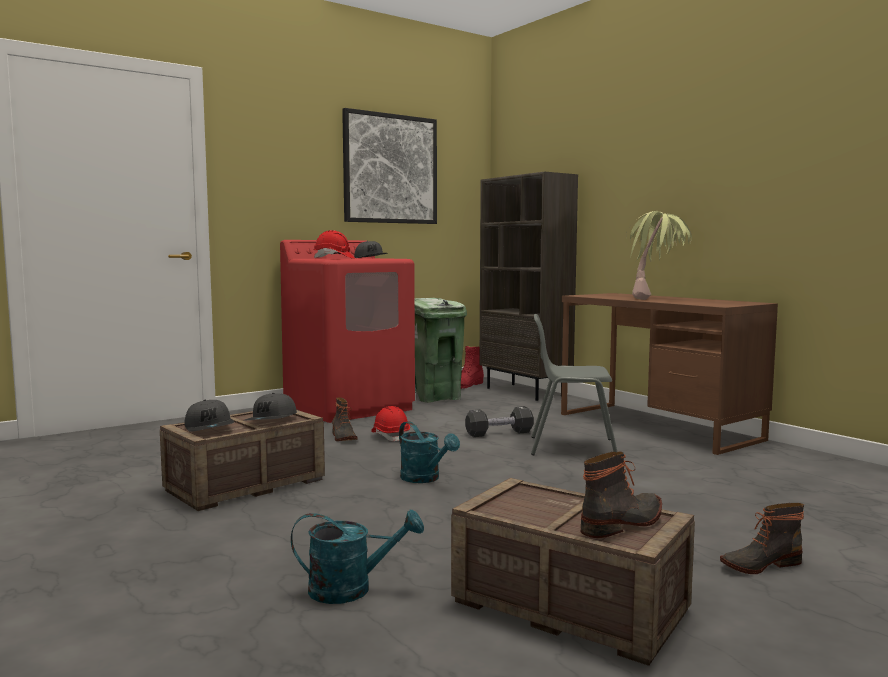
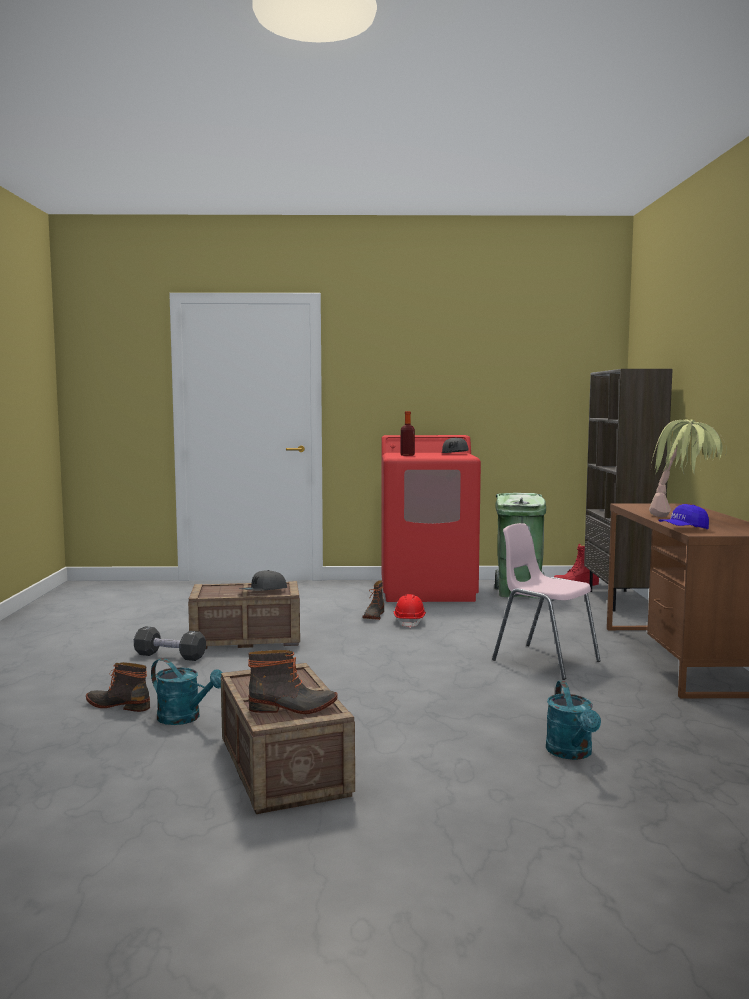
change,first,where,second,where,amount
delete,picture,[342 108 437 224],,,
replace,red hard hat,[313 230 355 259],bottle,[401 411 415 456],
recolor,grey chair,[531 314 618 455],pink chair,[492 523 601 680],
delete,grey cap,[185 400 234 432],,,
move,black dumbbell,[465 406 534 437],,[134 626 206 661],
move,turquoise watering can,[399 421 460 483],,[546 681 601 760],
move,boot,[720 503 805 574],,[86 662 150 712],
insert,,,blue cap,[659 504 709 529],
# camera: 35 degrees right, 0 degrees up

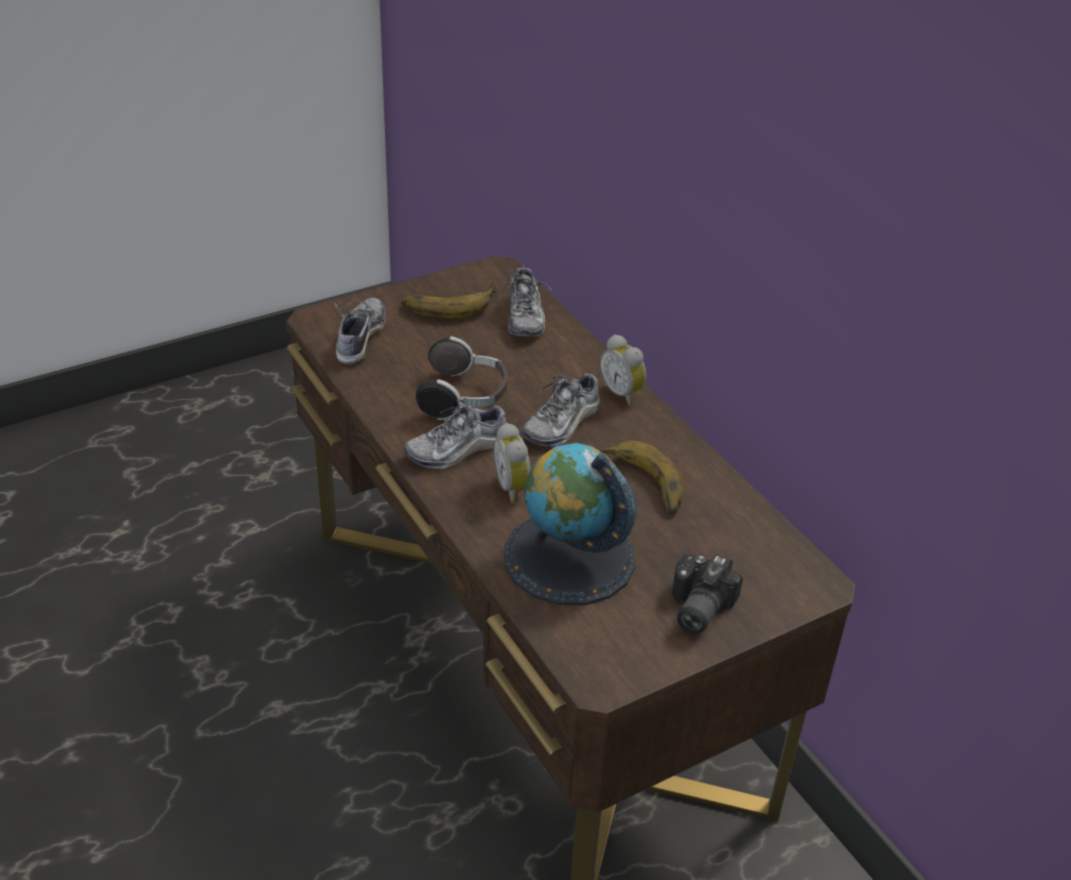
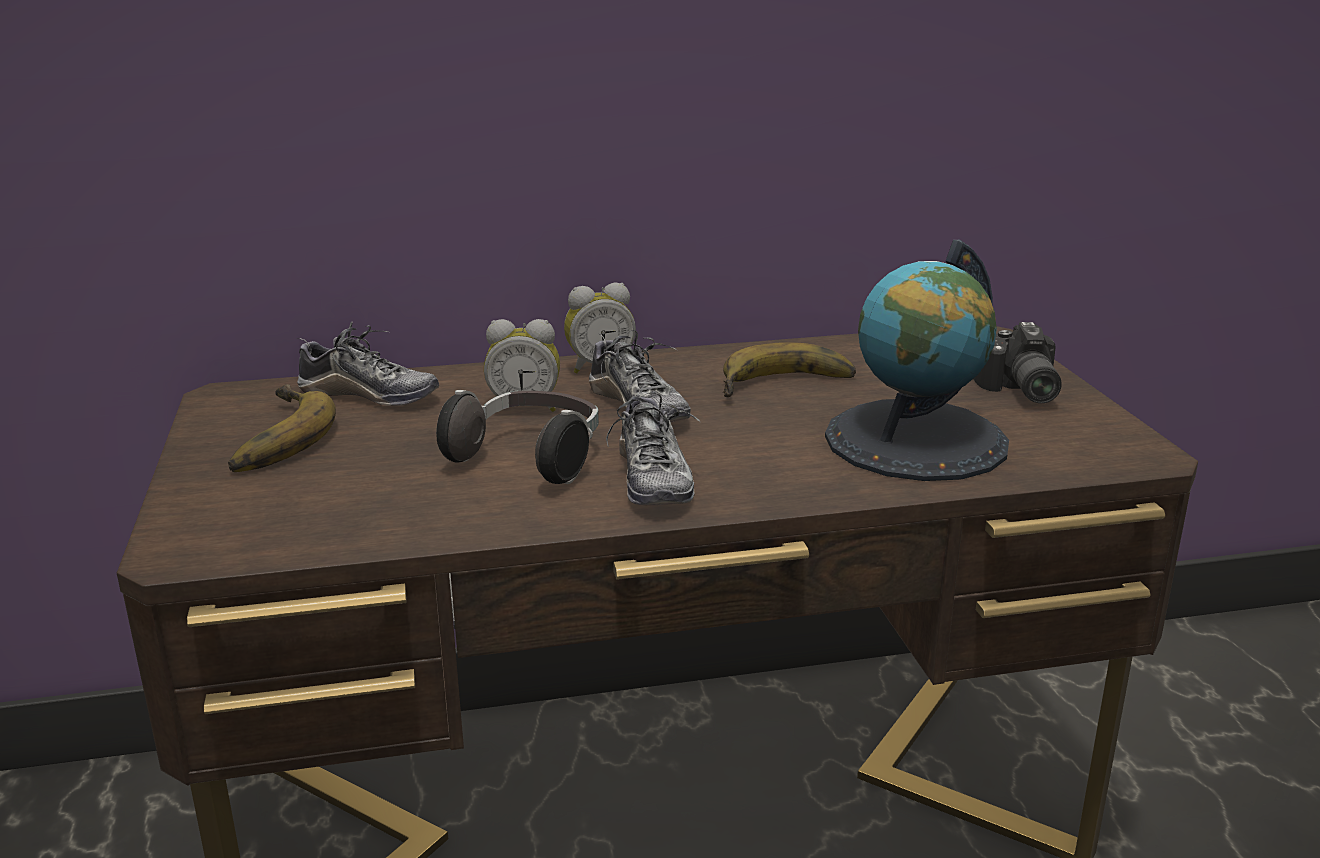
change,first,where,second,where,amount
delete,shoe,[334 298 386 364],,,
move,alarm clock,[493 423 531 503],,[484 319 560 412],
rotate,photo camera,[672 554 743 634],,[974 322 1062 403],45 degrees clockwise
# camera: 70 degrees left, 15 degrees down

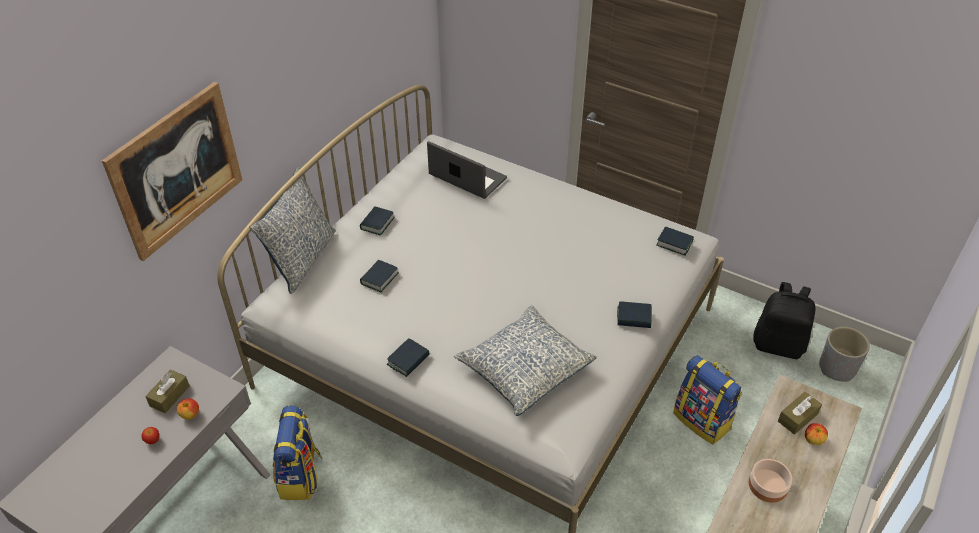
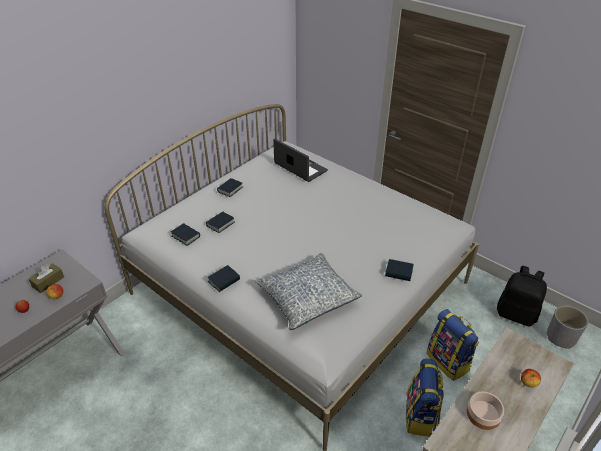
change,first,where,second,where,amount
delete,picture,[102 82 242 261],,,
delete,pillow,[249 167 336 294],,,
move,book,[657 226 694 256],,[171 223 200 246],
delete,brown tissue box,[778 392 822 434],,,
move,backpack,[273 405 322 500],,[406 358 444 436],
# camera: 10 degrees right, 5 degrees down

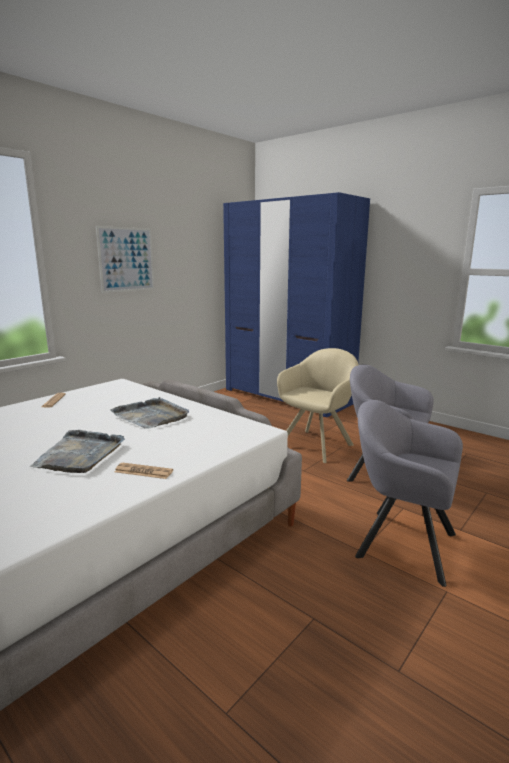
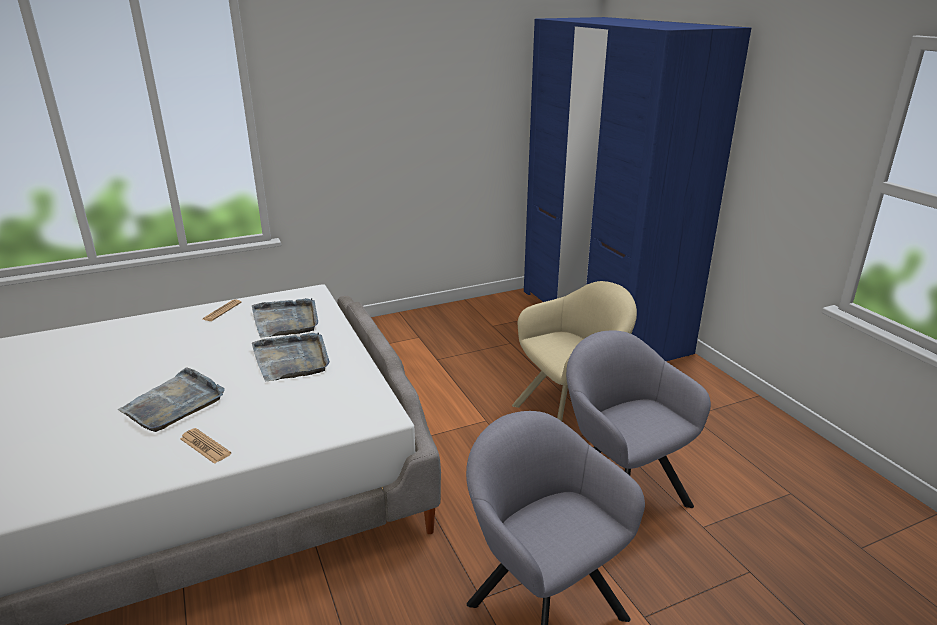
change,first,where,second,where,amount
delete,picture,[96 226 154 293],,,
insert,,,grey tray,[252 298 319 337],
# camera: 25 degrees right, 10 degrees up

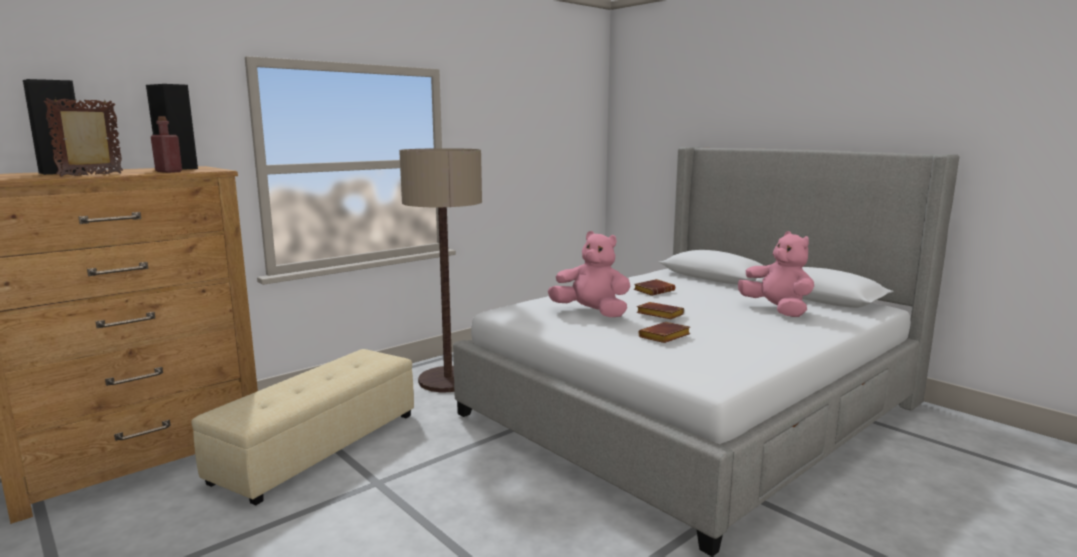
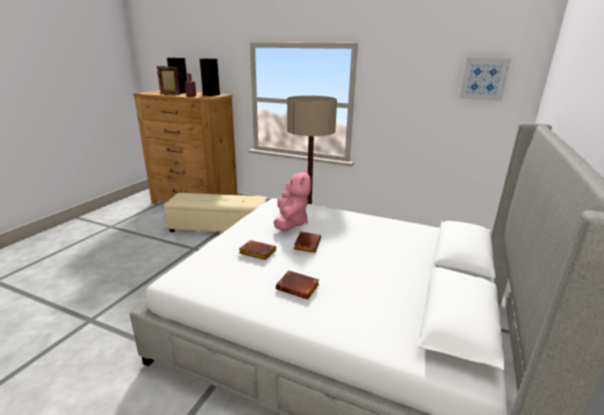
change,first,where,second,where,amount
delete,pink plush toy,[738 231 814 317],,,
move,brown book,[634 279 675 296],,[276 270 319 300],
insert,,,picture,[459 58 511 101],
# camera: 65 degrees right, 10 degrees up

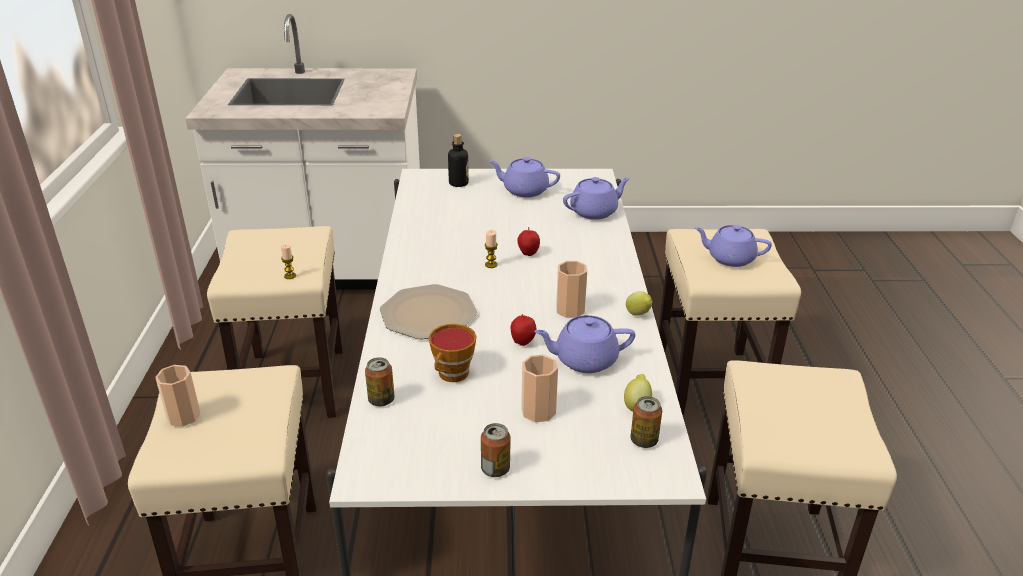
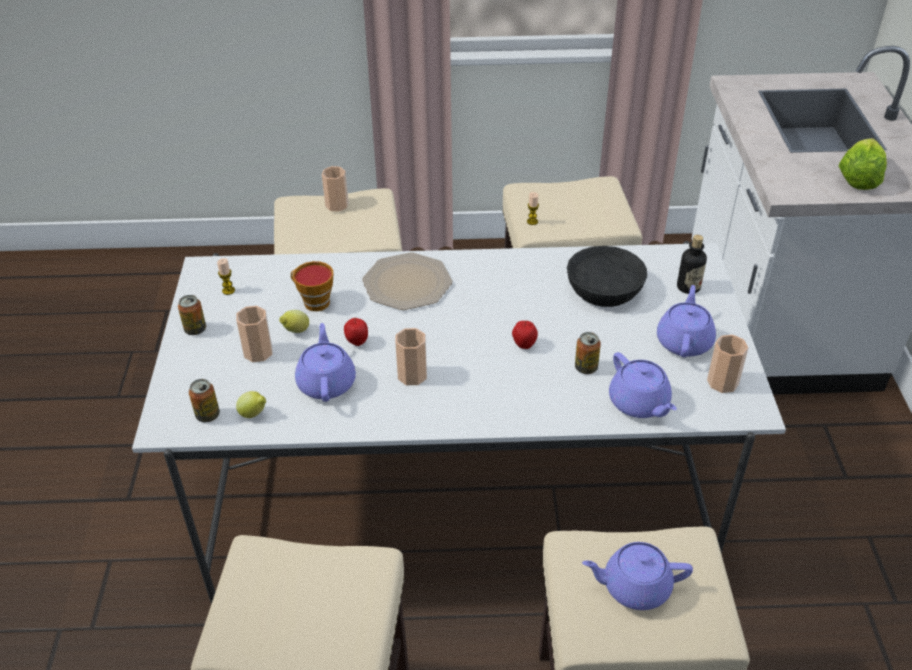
change,first,where,second,where,amount
rotate,purple teapot,[695 225 772 267],,[582 542 693 610],105 degrees counterclockwise
move,candle,[485 230 498 268],,[217 258 235 295],
move,lemon,[626 291 652 316],,[279 310 309 333],
move,can,[365 357 395 407],,[575 332 601 374],
insert,,,lettuce,[839 138 887 190],
insert,,,black bowl,[567 246 647 307],
insert,,,cup,[707 335 748 393],
# camera: 90 degrees right, 10 degrees up

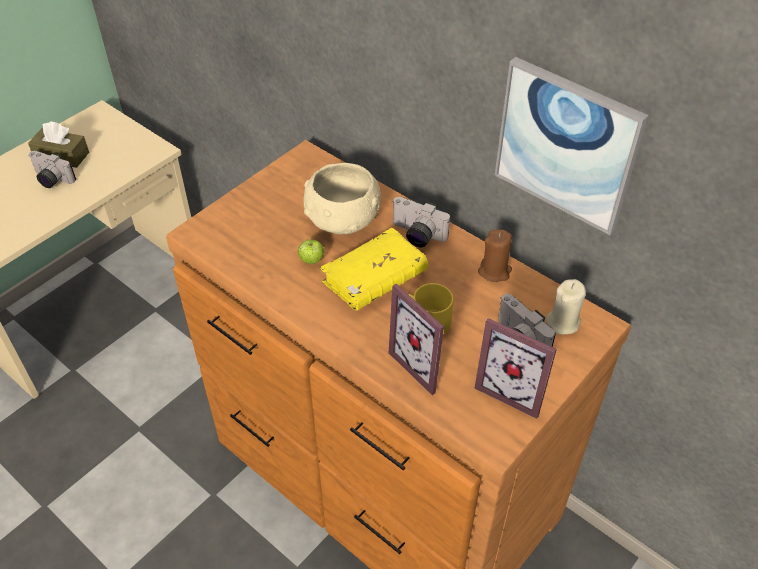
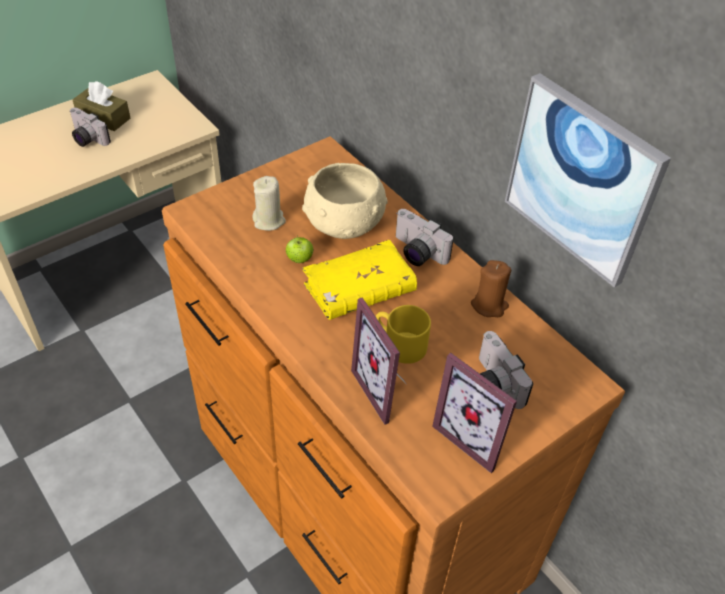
change,first,where,second,where,amount
move,beige candle,[546 279 586 334],,[253 176 286 231],
# camera: 10 degrees right, 0 degrees up

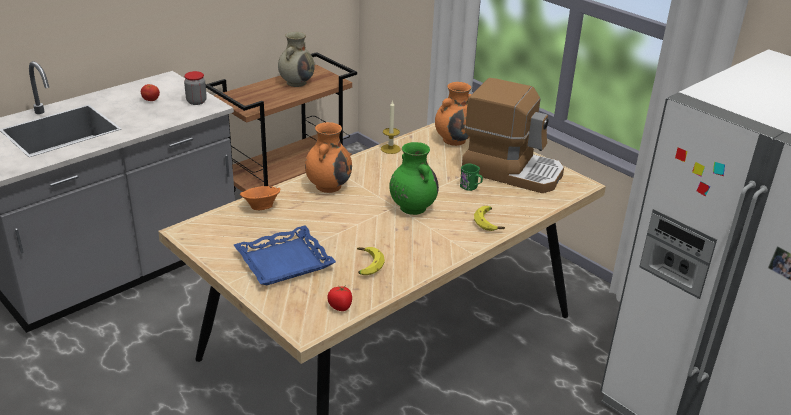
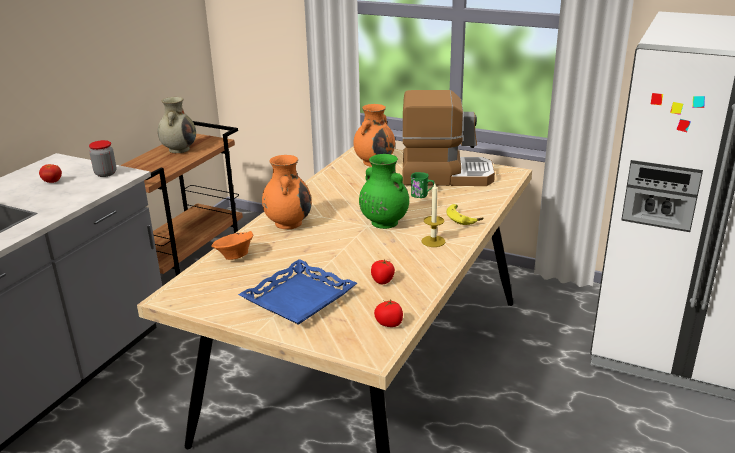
change,first,where,second,where,amount
move,candle,[381 100 401 154],,[422 183 445 247],
replace,banana,[357 247 385 275],tomato,[371 259 395 284],
# camera: 20 degrees left, 5 degrees down

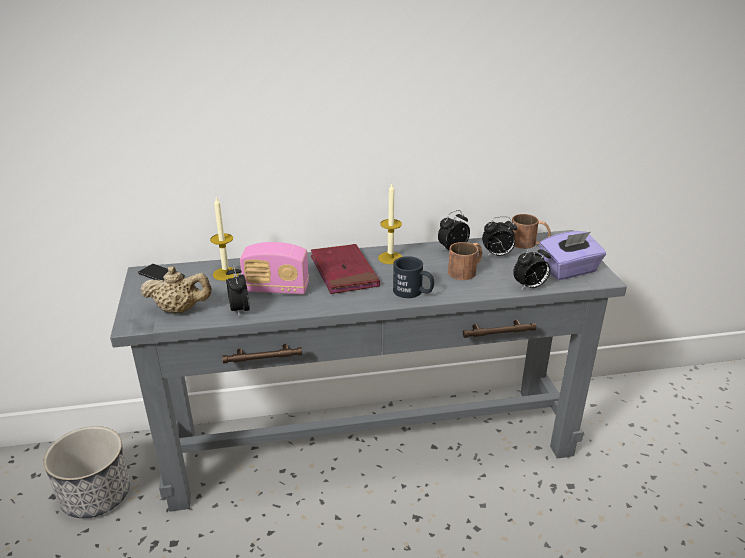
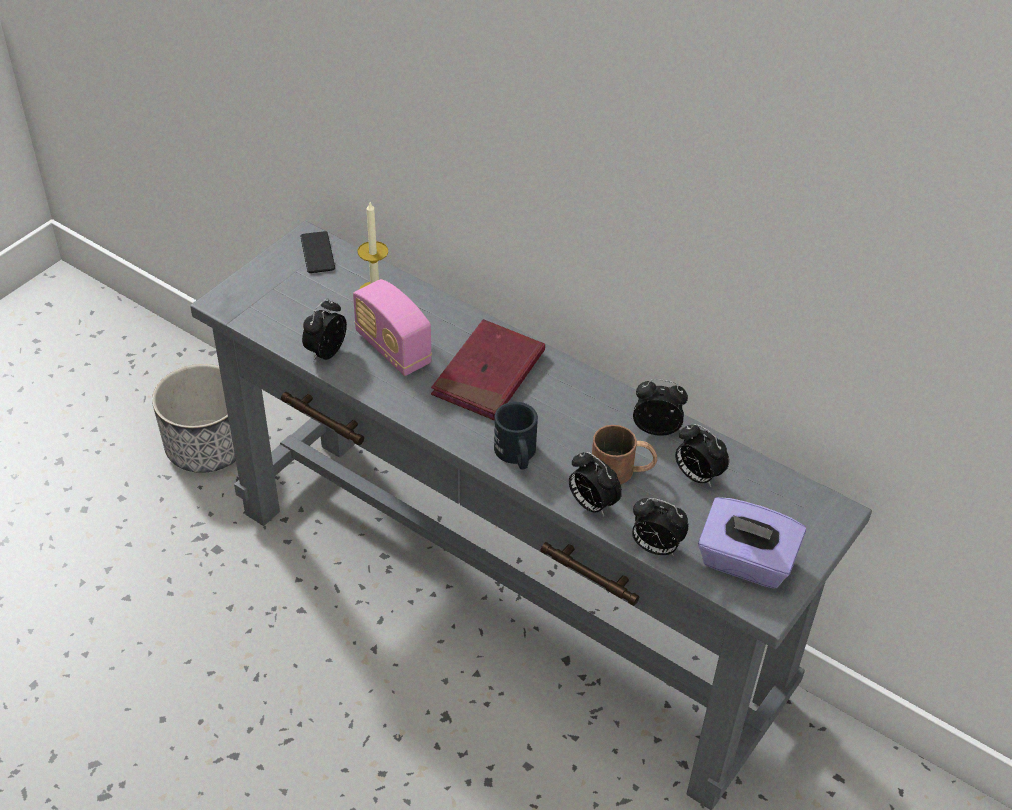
change,first,where,second,where,amount
delete,candle,[378 184 403 264],,,
delete,brown mug,[512 214 551 249],,,
delete,beige teapot,[140 266 212 314],,,
insert,,,alarm clock,[569 452 622 516],
# camera: 45 degrees right, 15 degrees up

